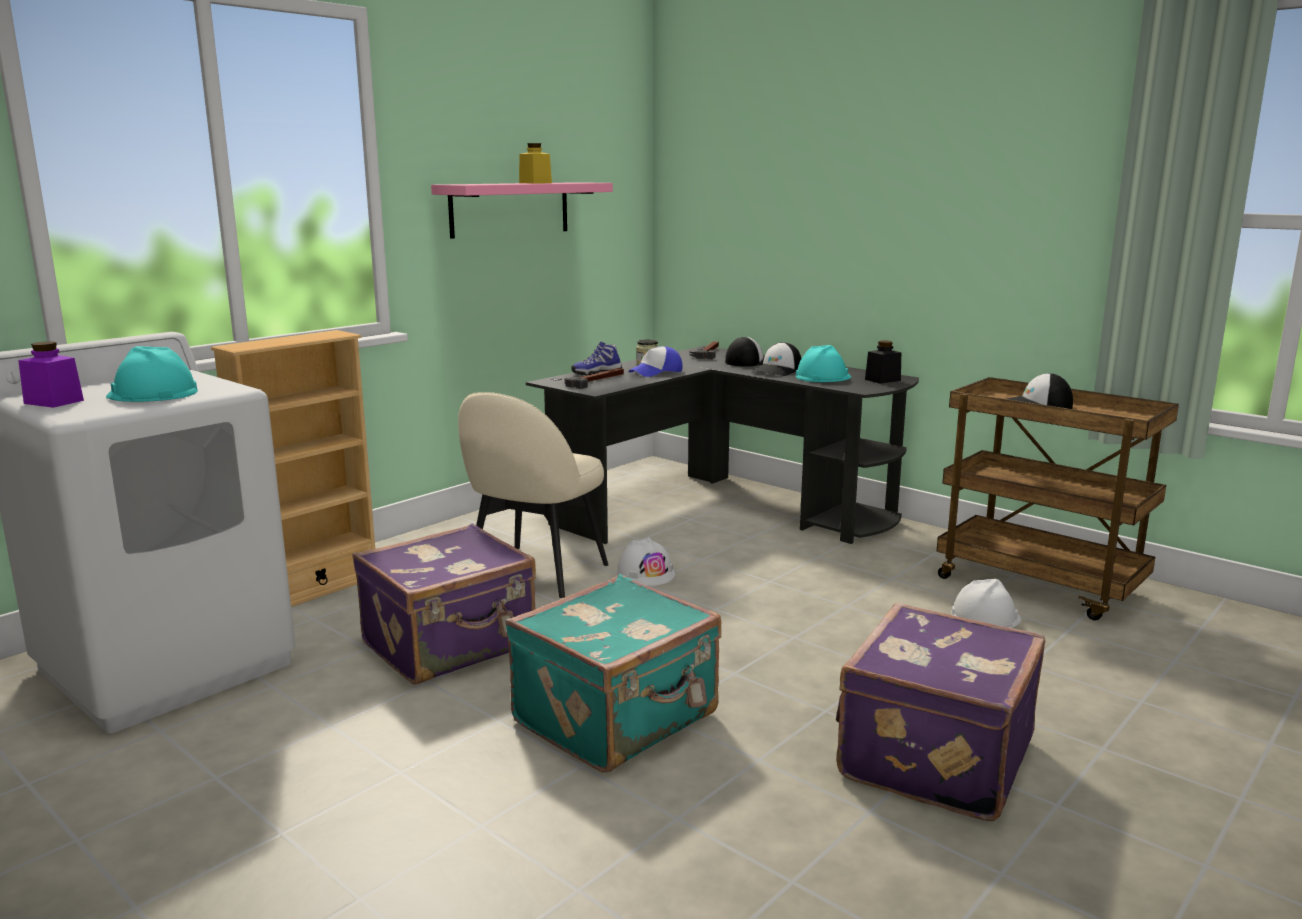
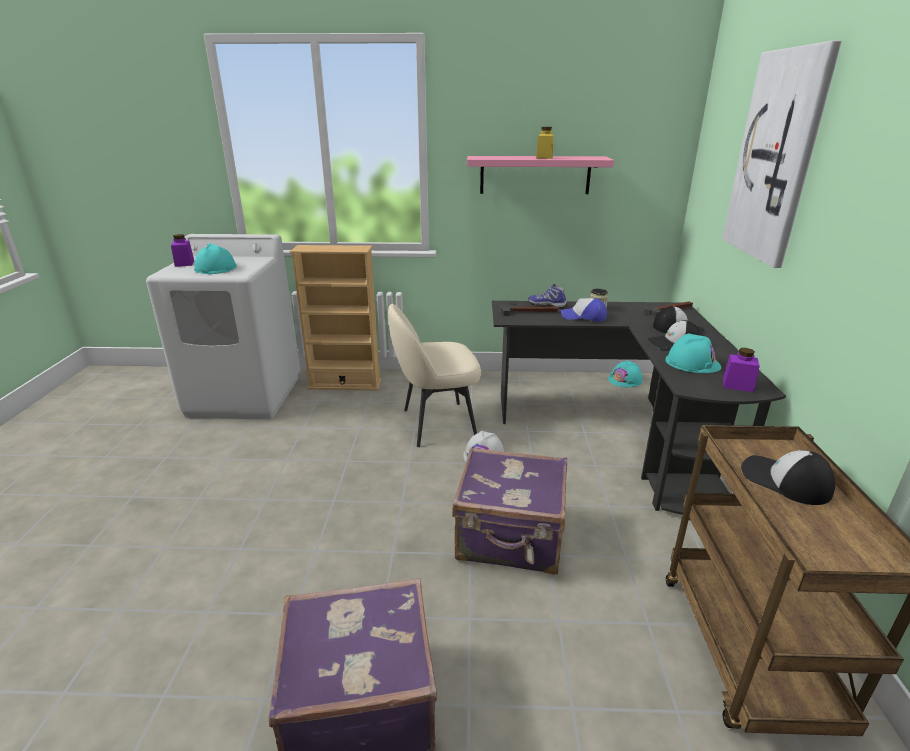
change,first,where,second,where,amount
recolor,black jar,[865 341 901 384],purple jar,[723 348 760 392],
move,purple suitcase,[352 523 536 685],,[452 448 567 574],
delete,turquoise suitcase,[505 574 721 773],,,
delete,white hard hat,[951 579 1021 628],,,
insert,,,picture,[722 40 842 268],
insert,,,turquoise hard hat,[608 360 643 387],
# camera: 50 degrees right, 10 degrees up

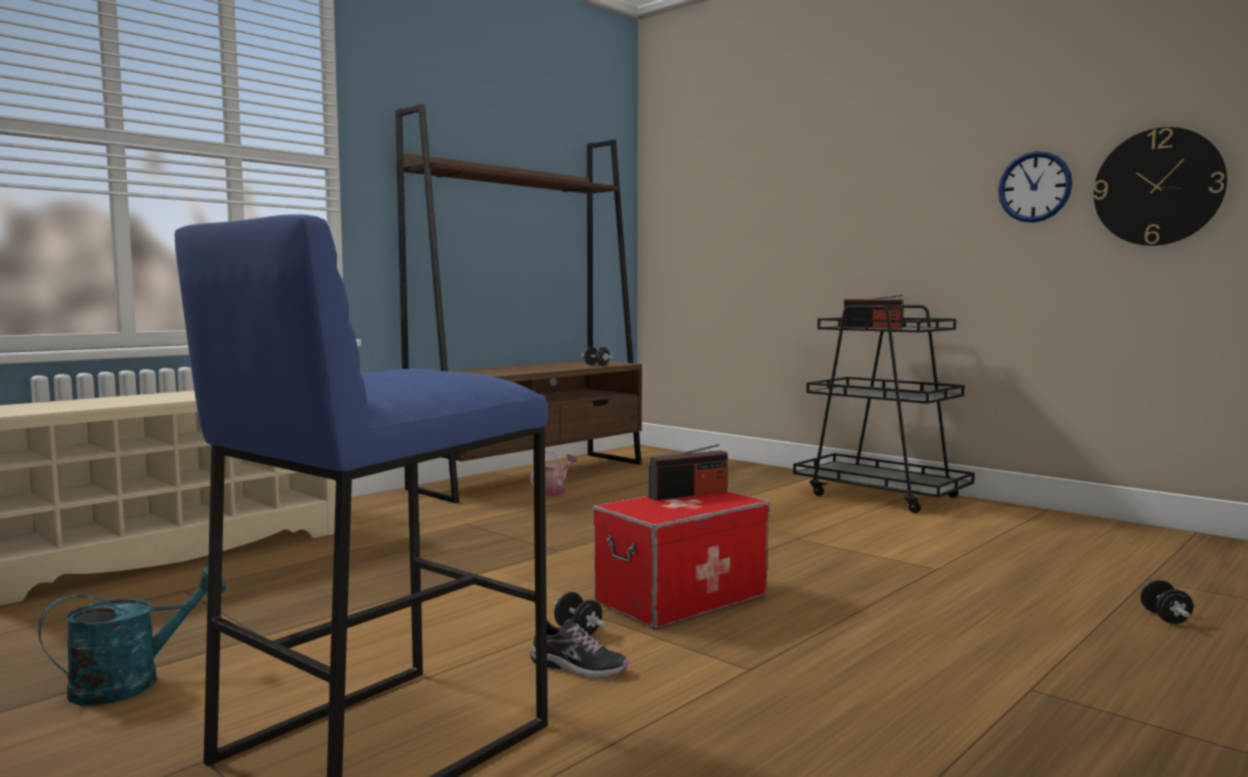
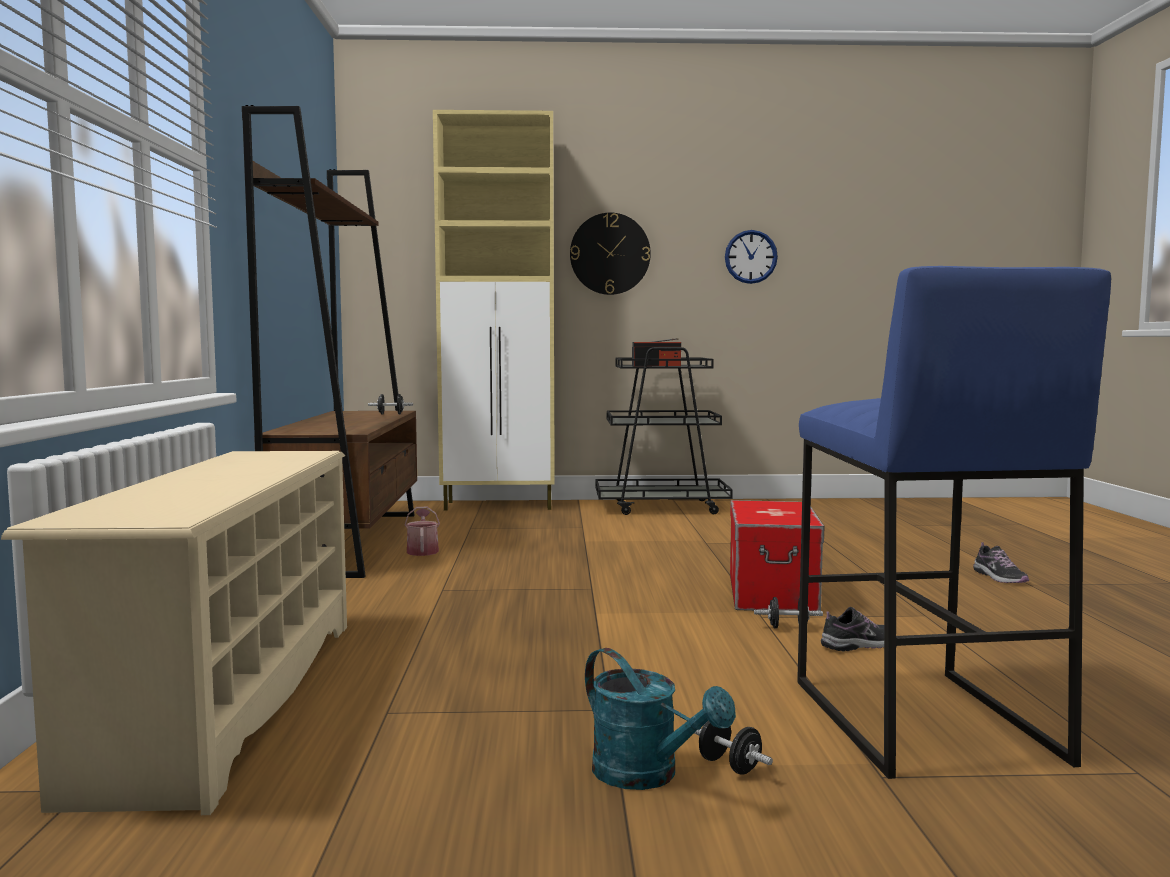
change,first,where,second,where,amount
move,wall clock,[1094 127 1227 246],,[570 212 651 295],
delete,radio,[649 444 727 501],,,
rotate,turquoise watering can,[38 567 226 705],,[585 648 736 790],135 degrees clockwise
move,black dumbbell,[1140 580 1193 624],,[694 721 773 775],
insert,,,beige cabinet,[433 110 555 510],
insert,,,shoe,[973 542 1029 583],
# camera: 45 degrees left, 0 degrees up

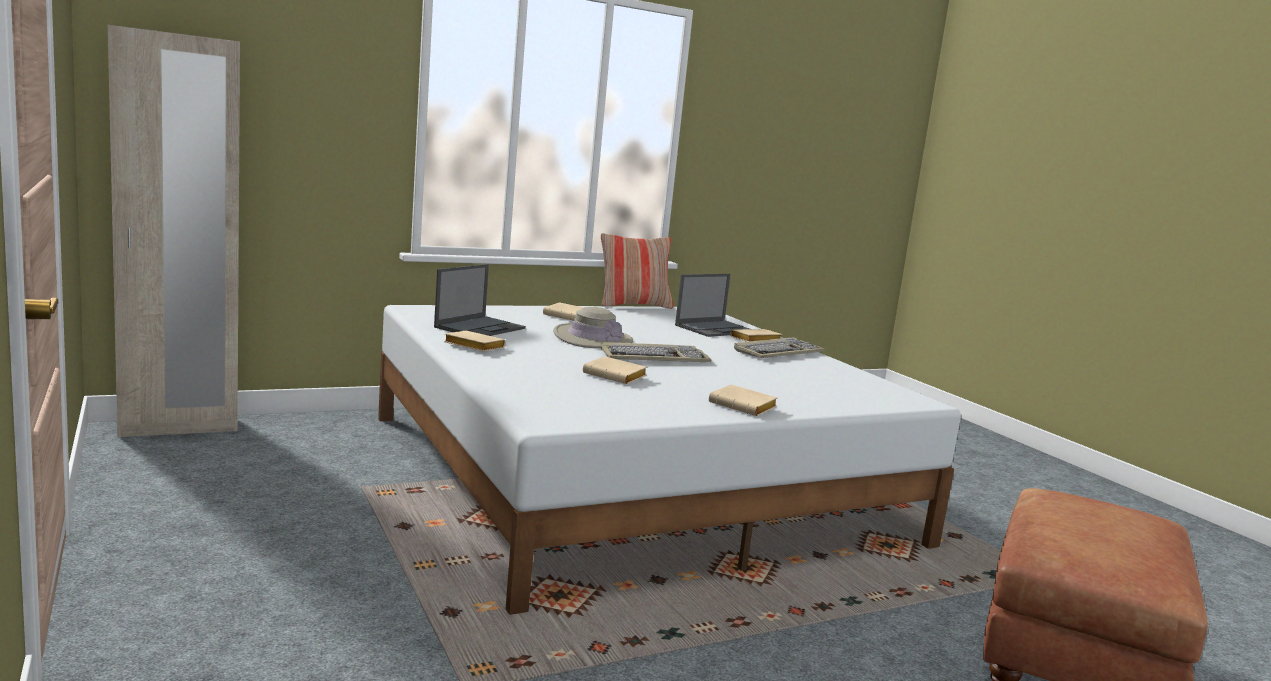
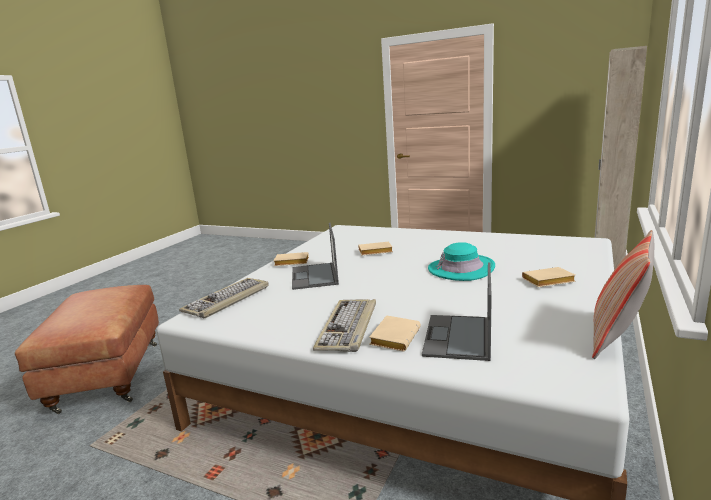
change,first,where,second,where,amount
move,laptop,[434 264 526 336],,[292 223 339 290],
recolor,beige hat,[553 307 633 348],turquoise hat,[428 242 495 281],
delete,beige book,[444 331 505 351],,,
move,keyboard,[601 342 712 362],,[179 278 269 318],
# camera: 145 degrees right, 5 degrees up

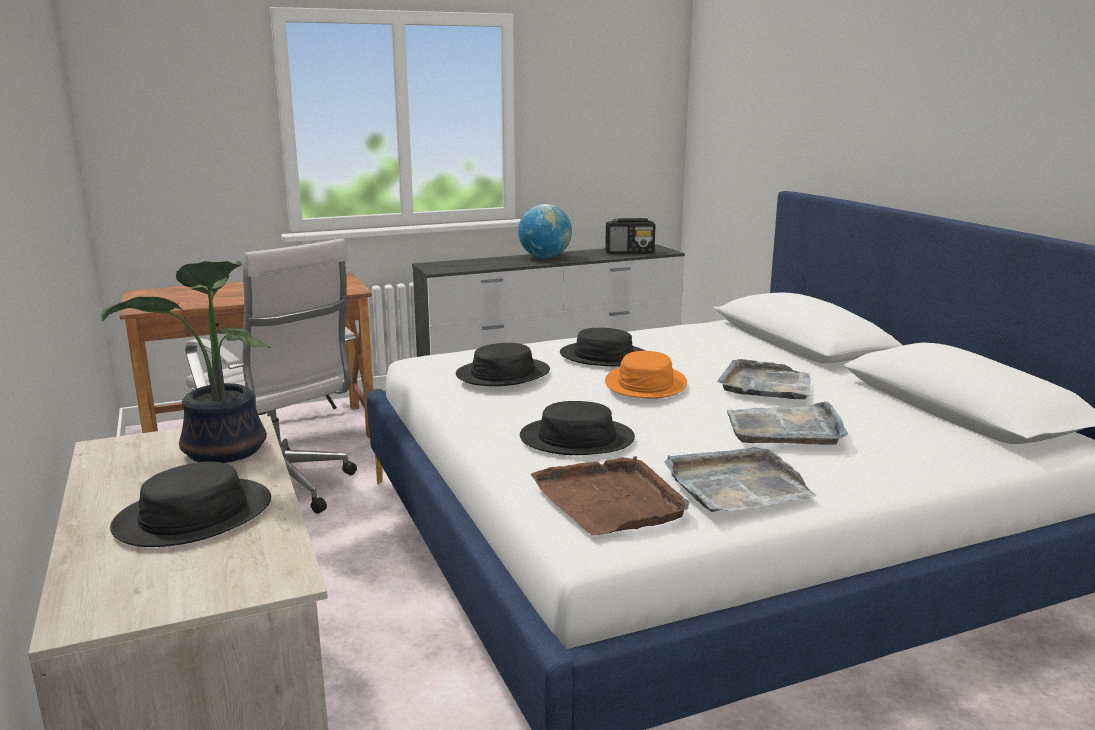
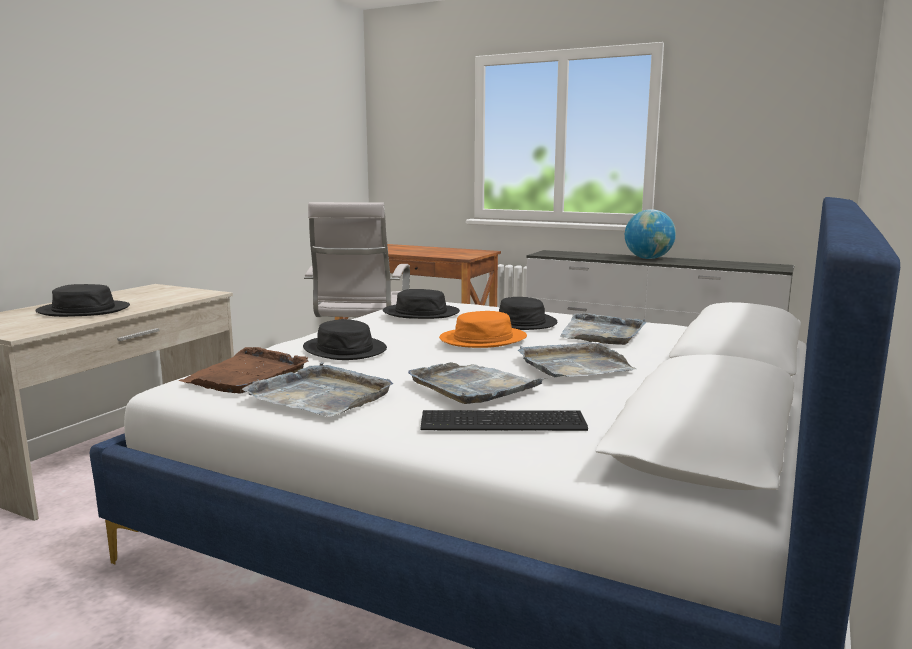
change,first,where,second,where,amount
delete,radio,[605 218 655 254],,,
delete,potted plant,[101 260 271 463],,,
insert,,,grey tray,[560 313 647 345],
insert,,,keyboard,[421 410 588 431],
# camera: 50 degrees right, 5 degrees down

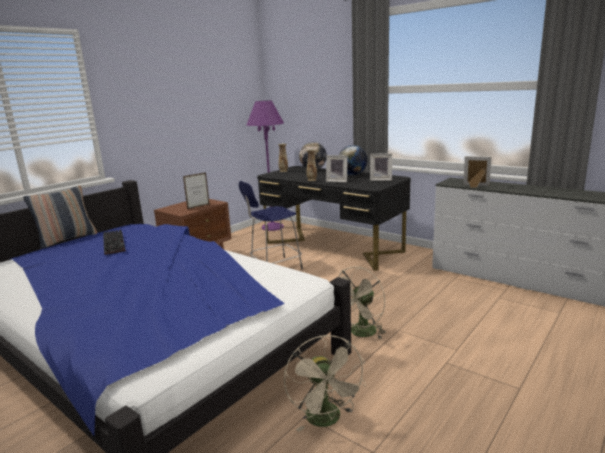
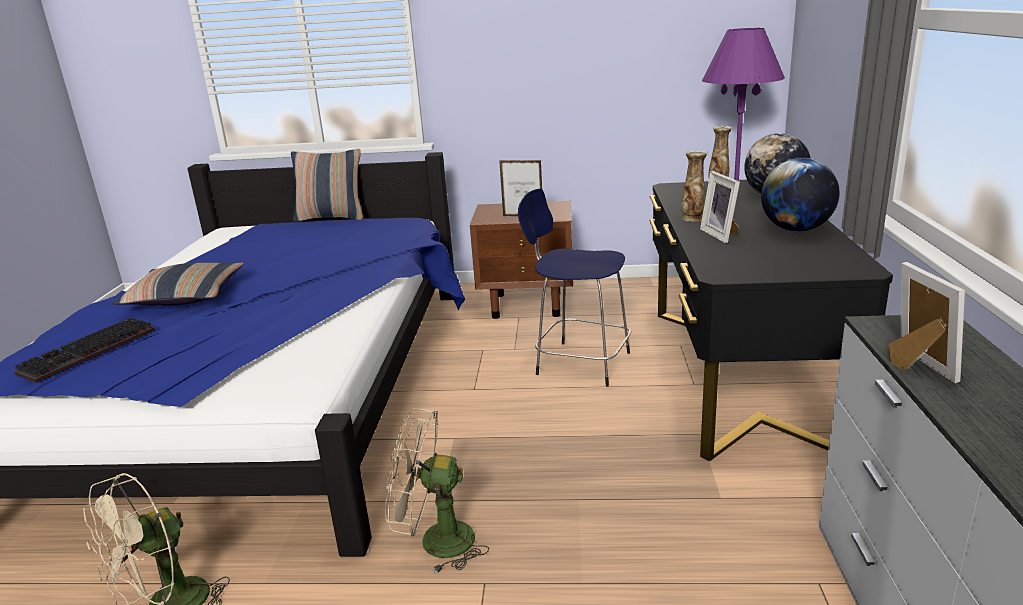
change,first,where,second,where,amount
delete,picture frame,[370 153 392 181],,,
move,keyboard,[103 229 126 255],,[14 318 155 383],
insert,,,pillow,[112 263 244 306],
# camera: 55 degrees right, 5 degrees up

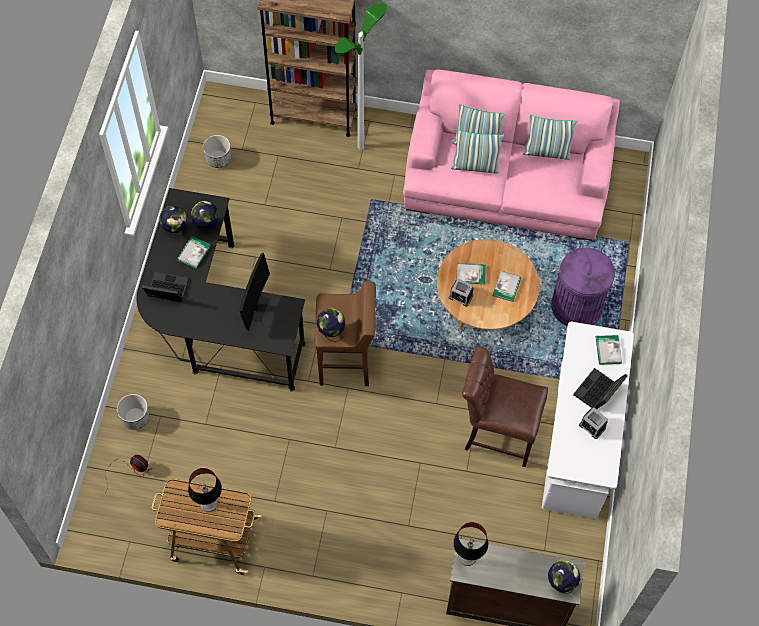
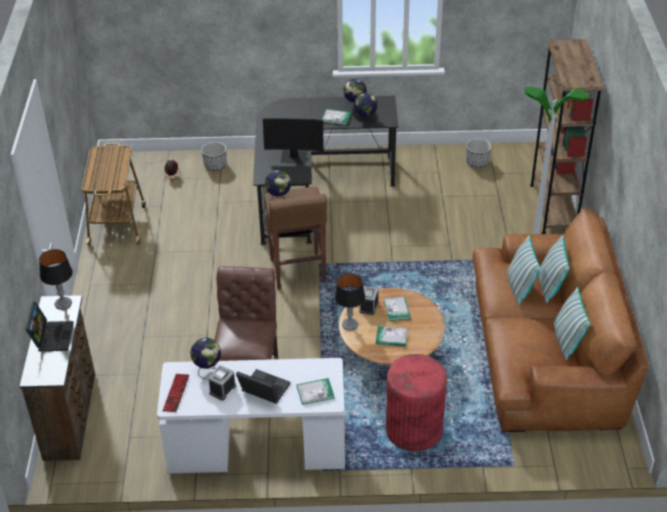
change,first,where,second,where,amount
recolor,pink sofa,[403 69 620 241],brown sofa,[473 208 649 432],
recolor,purple trash can,[551 247 615 326],red trash can,[386 354 447 451],
move,laptop,[142 272 189 302],,[25 301 74 351],
move,table lamp,[188 468 222 512],,[335 274 365 331],
move,globe,[548 560 580 594],,[190 338 221 379],
insert,,,keyboard,[162 374 189 412],
# camera: 80 degrees right, 20 degrees down

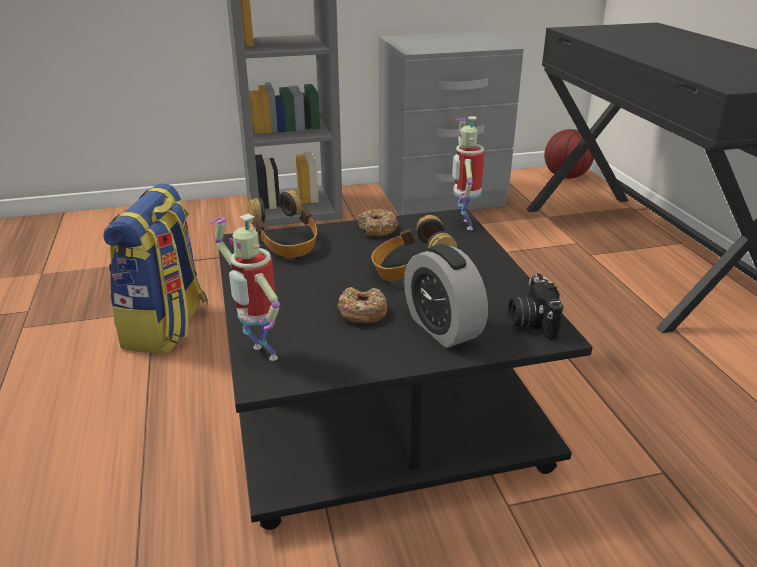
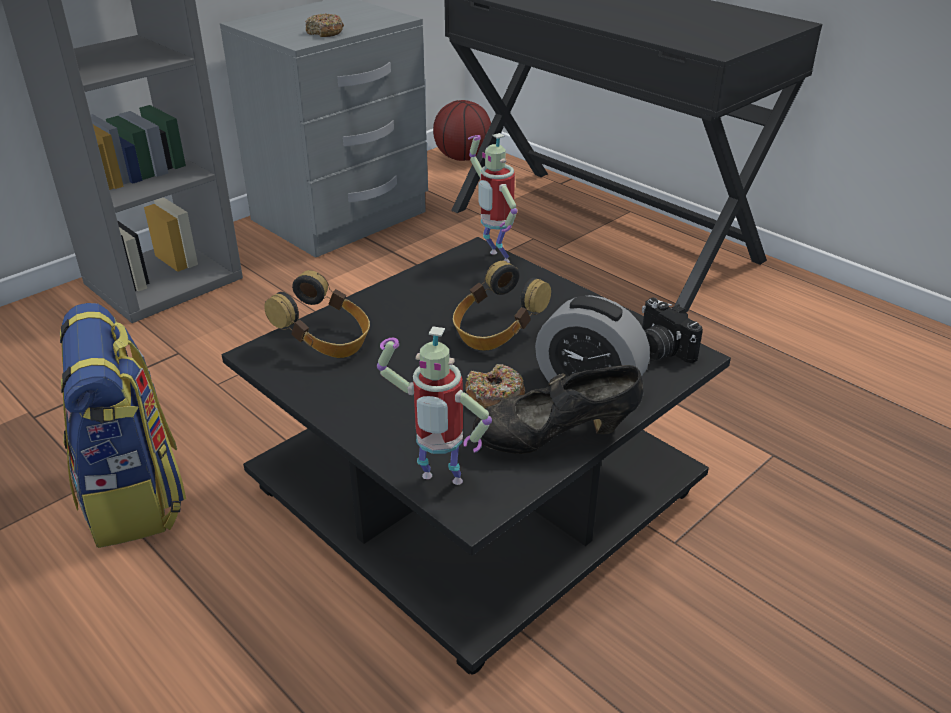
change,first,where,second,where,amount
move,donut,[358 209 398 237],,[305 13 344 37],
insert,,,black shoe,[472 365 644 454],
# camera: 30 degrees left, 5 degrees up

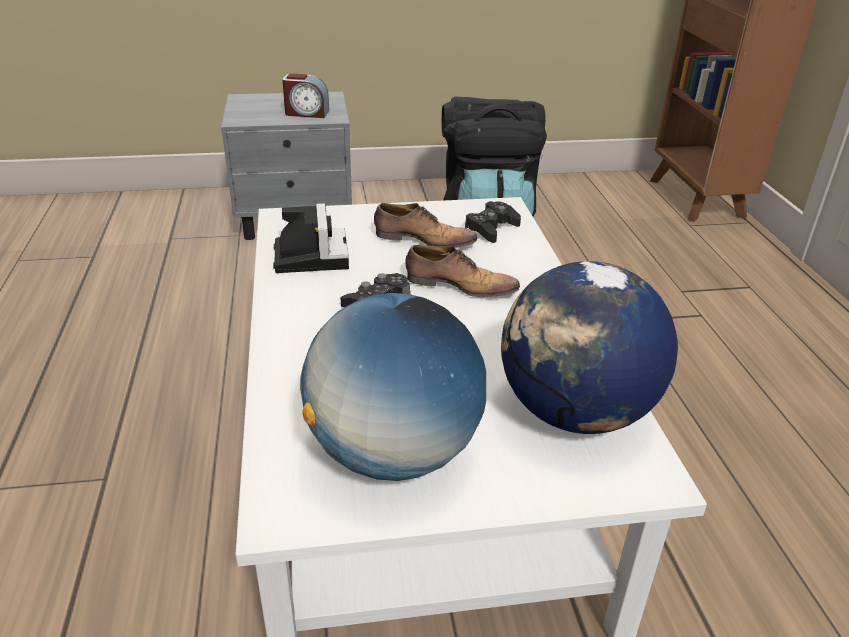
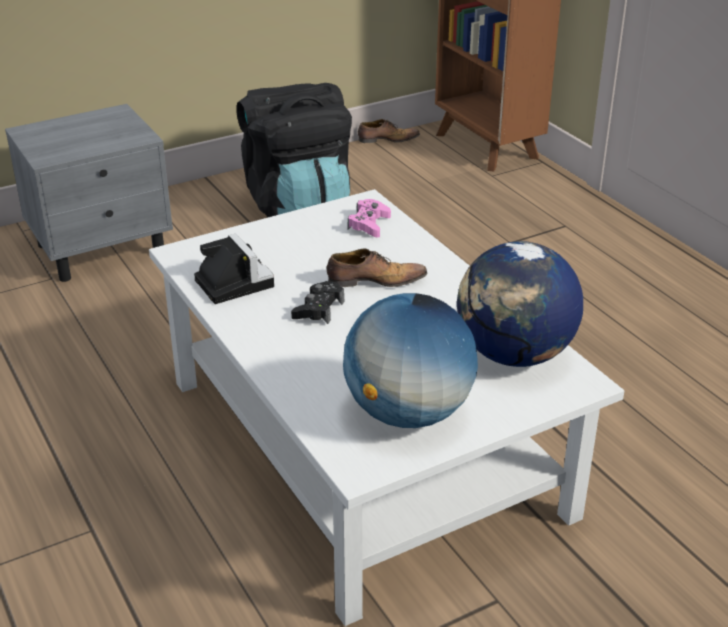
change,first,where,second,where,amount
delete,alarm clock,[282 73 329 118],,,
recolor,black game controller,[465 201 521 243],pink game controller,[347 199 391 237],
move,shoe,[374 203 477 248],,[358 119 420 143],
# camera: 20 degrees left, 0 degrees up

